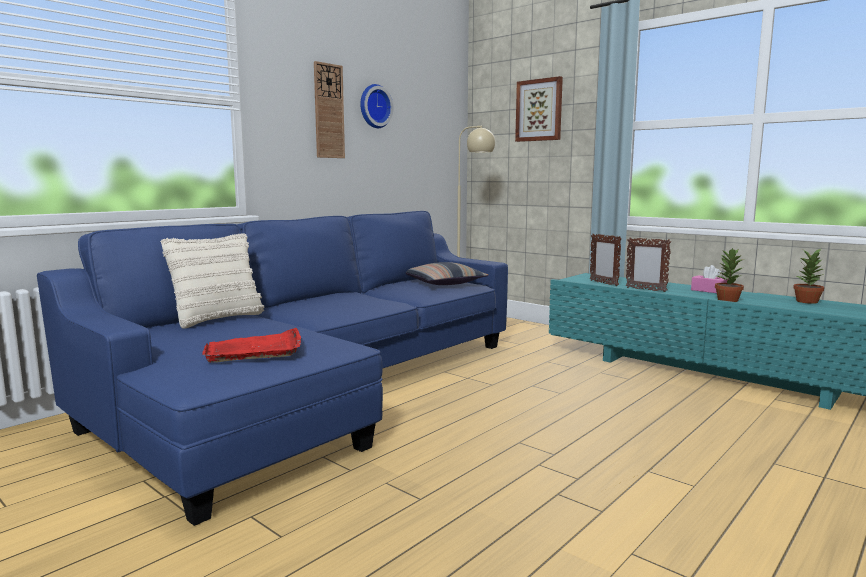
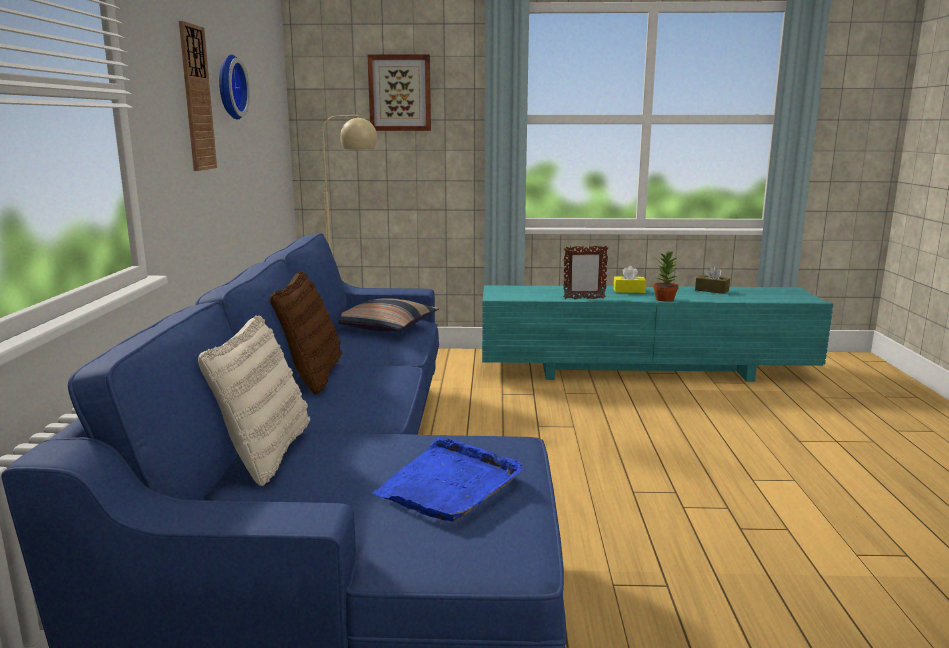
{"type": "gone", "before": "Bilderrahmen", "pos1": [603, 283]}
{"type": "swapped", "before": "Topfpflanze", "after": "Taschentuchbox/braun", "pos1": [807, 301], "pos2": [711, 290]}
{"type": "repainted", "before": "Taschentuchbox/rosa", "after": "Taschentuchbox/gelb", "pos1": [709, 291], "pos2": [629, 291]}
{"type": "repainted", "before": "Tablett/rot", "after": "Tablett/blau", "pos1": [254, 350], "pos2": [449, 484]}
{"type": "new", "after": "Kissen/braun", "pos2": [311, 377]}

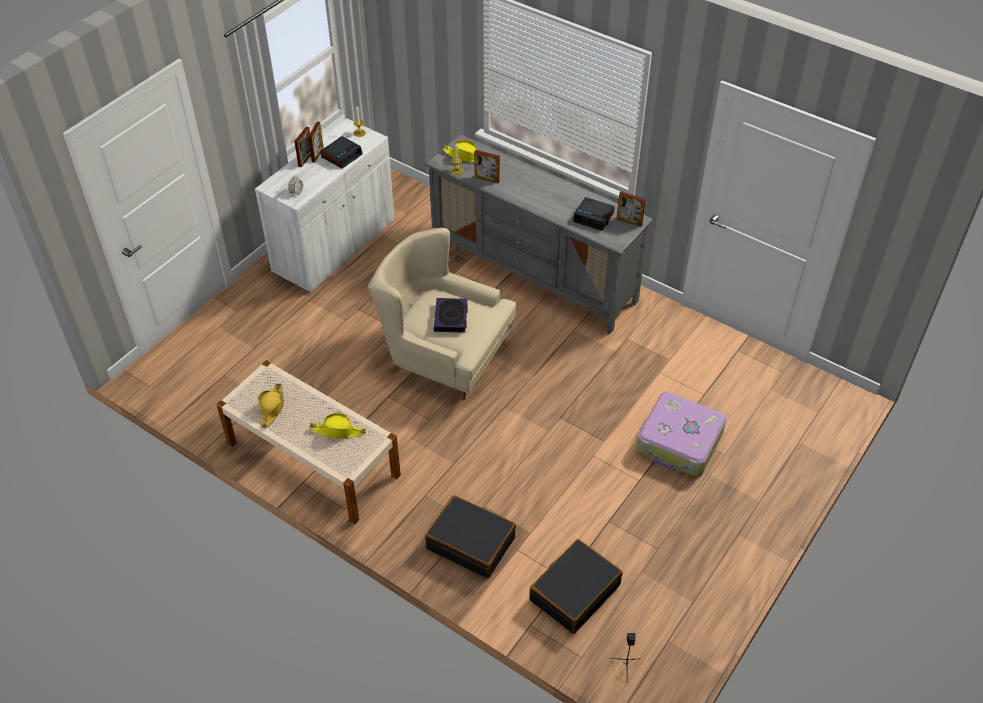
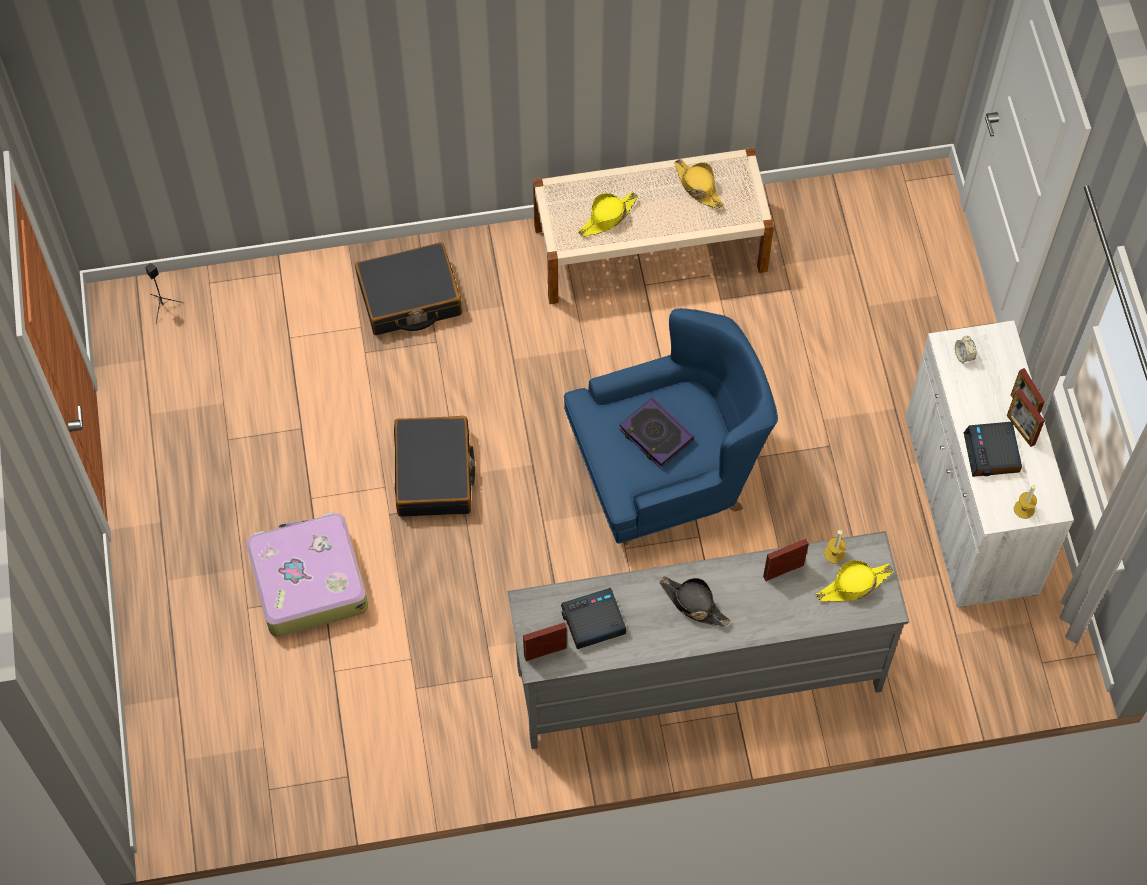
{"type": "repainted", "before": "Sessel/beige", "after": "Sessel/blau", "pos1": [443, 355], "pos2": [667, 471]}
{"type": "shifted", "before": "Koffer/schwarz", "pos1": [574, 592], "pos2": [434, 474]}
{"type": "new", "after": "Hut/schwarz", "pos2": [693, 604]}

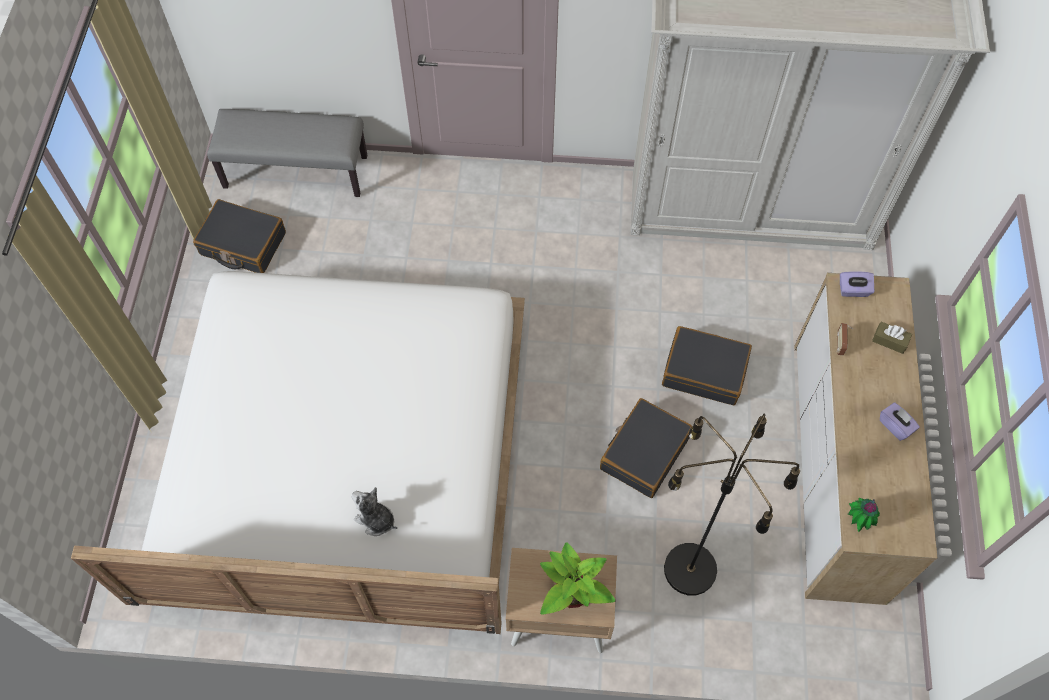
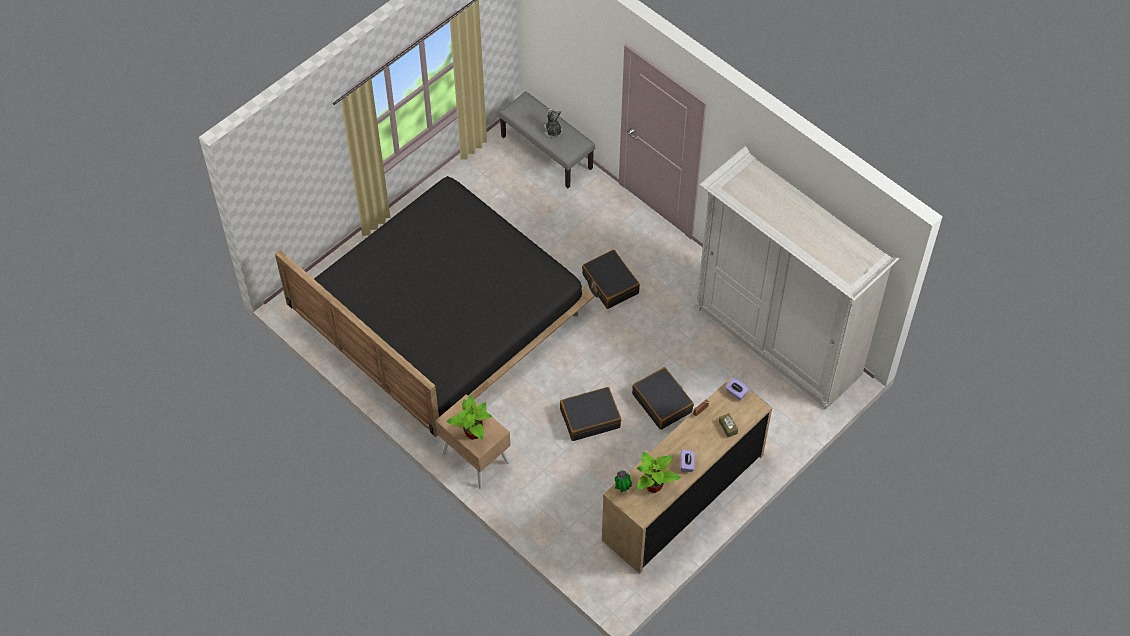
{"type": "shifted", "before": "Koffer/schwarz", "pos1": [243, 244], "pos2": [610, 284]}
{"type": "repainted", "before": "Bett/weiß", "after": "Bett/schwarz", "pos1": [347, 457], "pos2": [443, 315]}
{"type": "gone", "before": "Stehlampe", "pos1": [691, 569]}
{"type": "shifted", "before": "Plüschtier", "pos1": [376, 520], "pos2": [553, 131]}
{"type": "new", "after": "Topfpflanze", "pos2": [654, 485]}

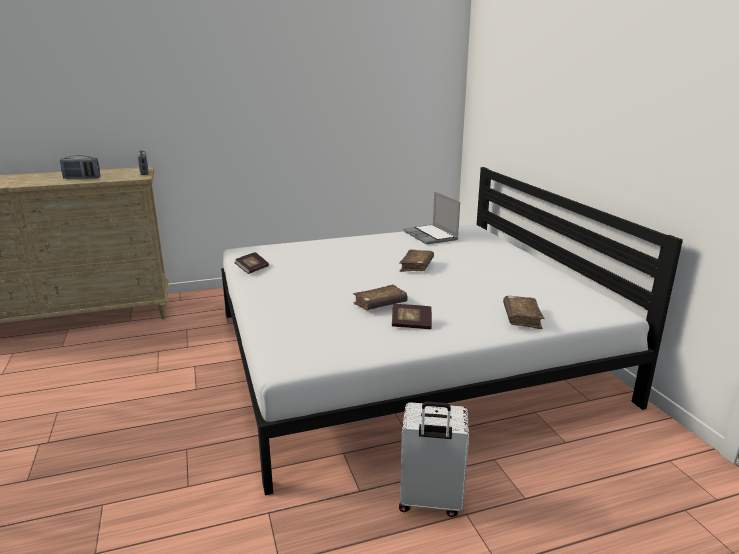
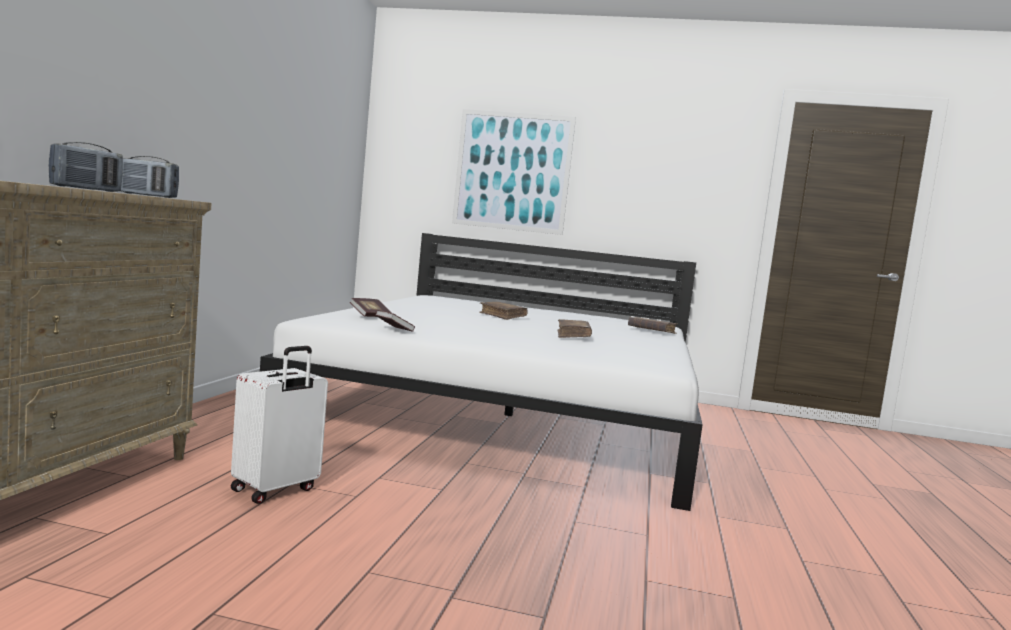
{"type": "gone", "before": "Laptop", "pos1": [431, 236]}
{"type": "shifted", "before": "Buch", "pos1": [411, 324], "pos2": [370, 316]}
{"type": "shifted", "before": "Koffer/weiß", "pos1": [430, 502], "pos2": [275, 490]}
{"type": "new", "after": "Bild", "pos2": [512, 171]}

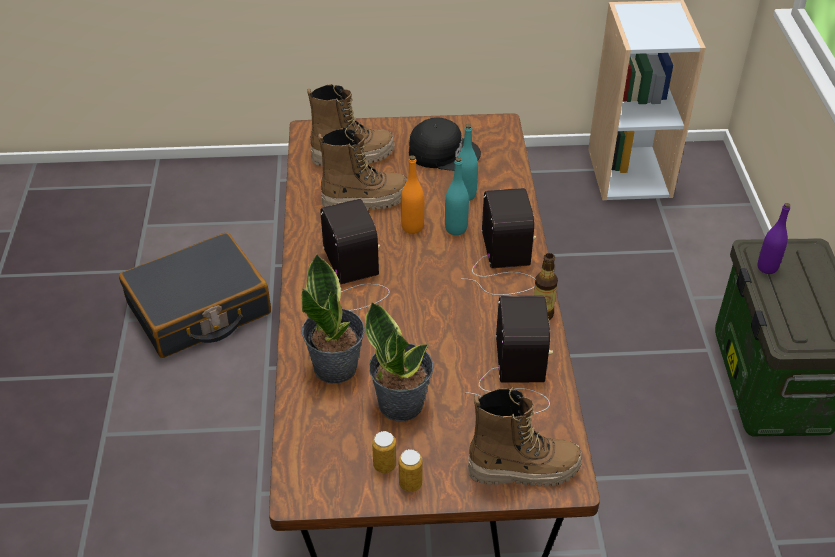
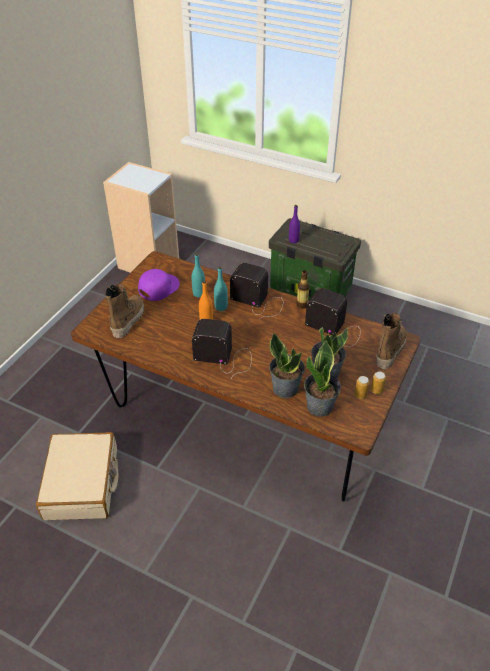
{"type": "repainted", "before": "Kappe/schwarz", "after": "Kappe/lila", "pos1": [443, 152], "pos2": [158, 287]}
{"type": "gone", "before": "Stiefel", "pos1": [365, 200]}
{"type": "repainted", "before": "Koffer/schwarz", "after": "Koffer/beige", "pos1": [199, 309], "pos2": [82, 484]}
{"type": "new", "after": "Topfpflanze", "pos2": [320, 407]}

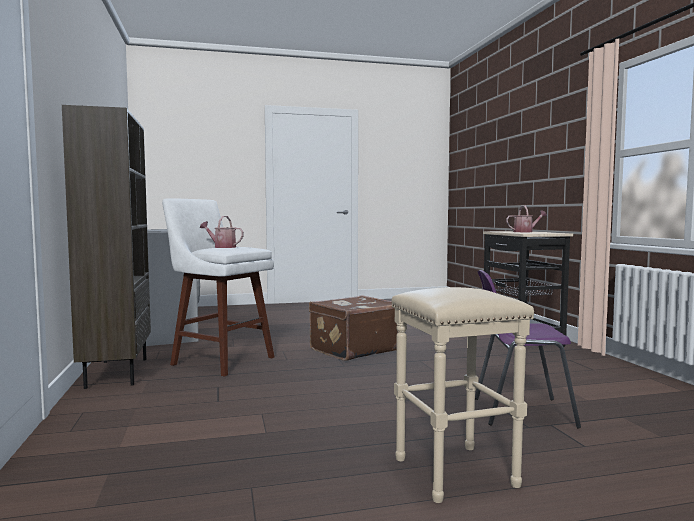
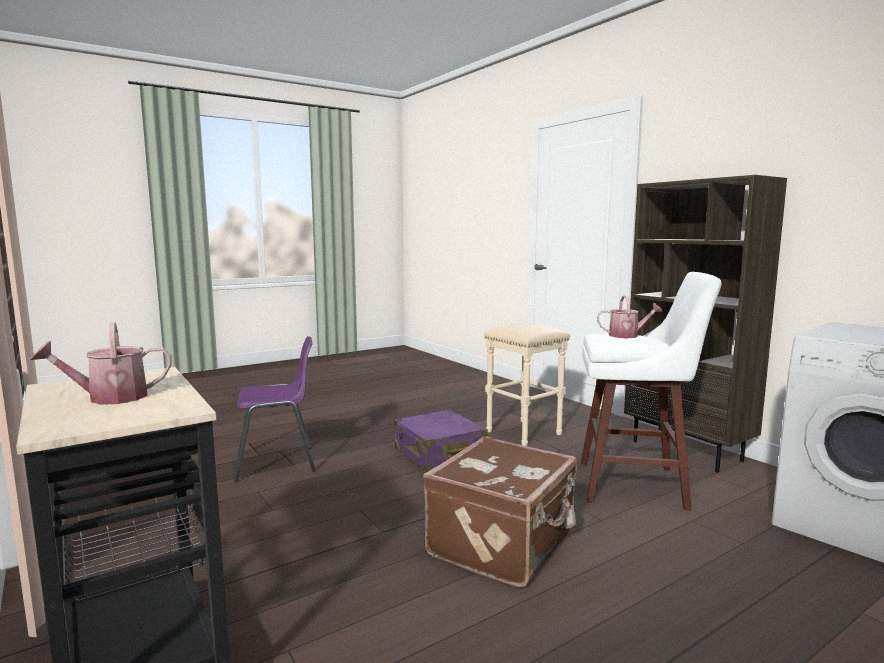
{"type": "shifted", "before": "Hocker/beige", "pos1": [454, 473], "pos2": [523, 432]}
{"type": "new", "after": "Koffer/lila", "pos2": [439, 455]}

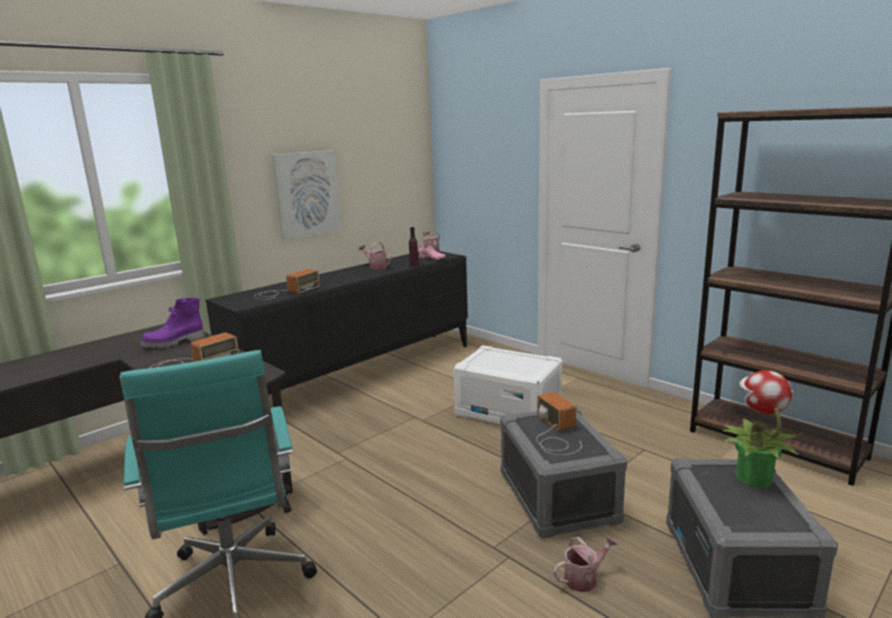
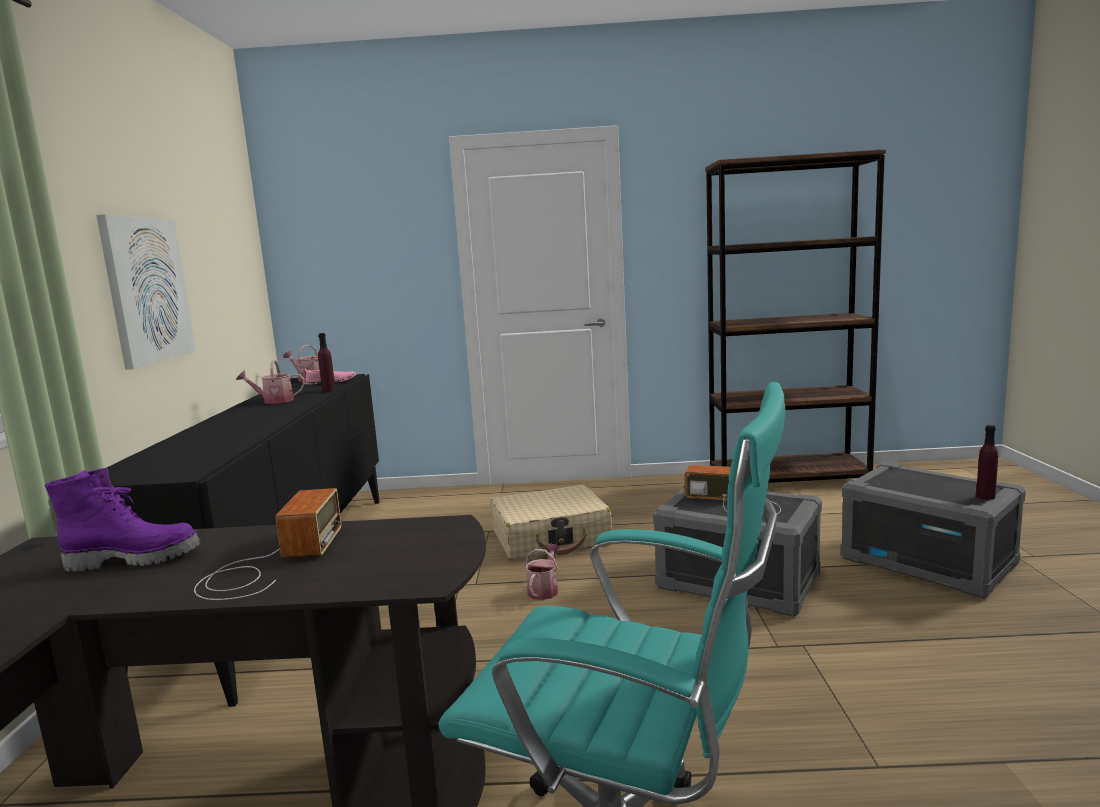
{"type": "gone", "before": "Radio", "pos1": [284, 292]}
{"type": "rotated", "before": "Stiefel/lila", "pos1": [174, 343], "pos2": [135, 559], "turn": -105}
{"type": "swapped", "before": "Aufbewahrungsbox/weiß", "after": "Koffer/beige", "pos1": [509, 411], "pos2": [551, 538]}
{"type": "gone", "before": "Topfpflanze", "pos1": [752, 477]}
{"type": "shifted", "before": "Gießkanne", "pos1": [584, 578], "pos2": [544, 590]}
{"type": "new", "after": "Flasche/lila", "pos2": [985, 497]}

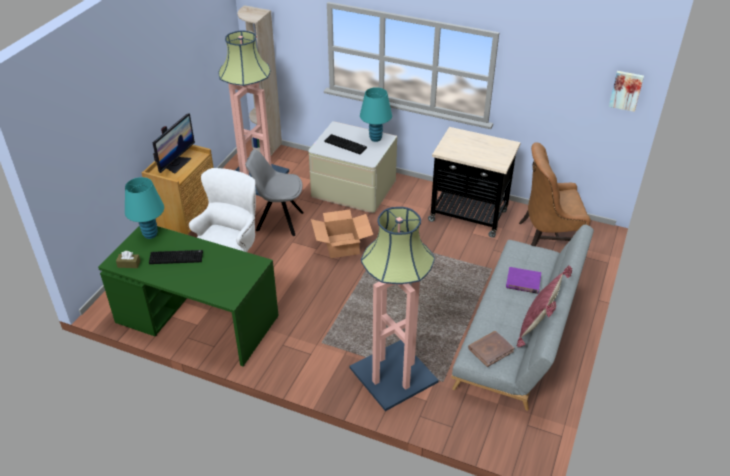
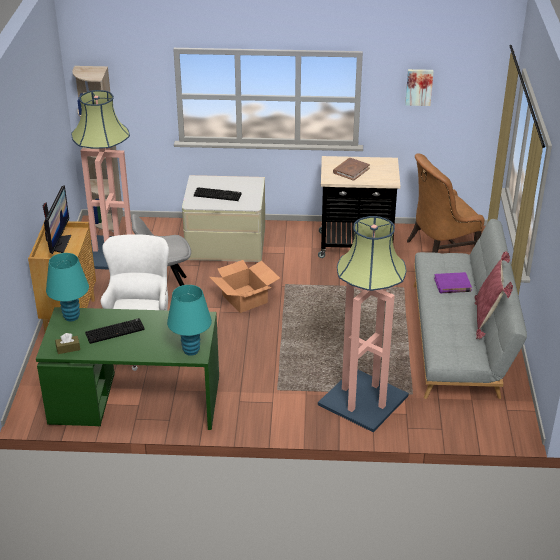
{"type": "shifted", "before": "Bild", "pos1": [626, 90], "pos2": [419, 87]}
{"type": "shifted", "before": "Tischlampe/türkis", "pos1": [375, 138], "pos2": [191, 350]}
{"type": "shifted", "before": "Buch/braun", "pos1": [490, 350], "pos2": [351, 170]}

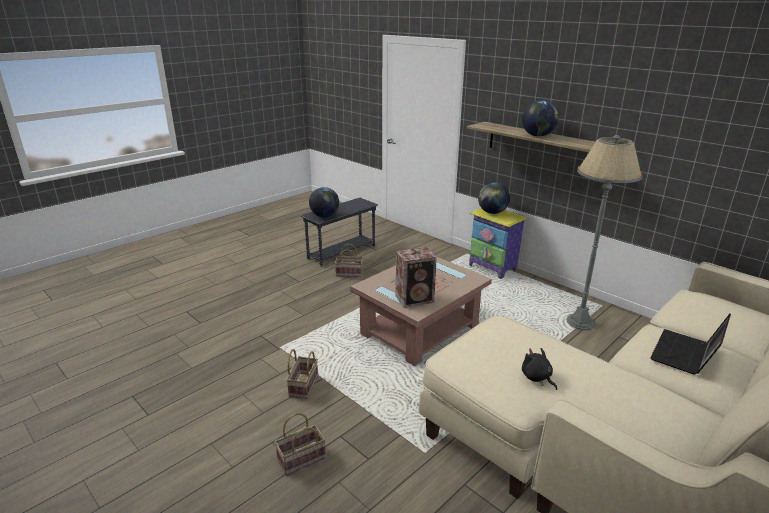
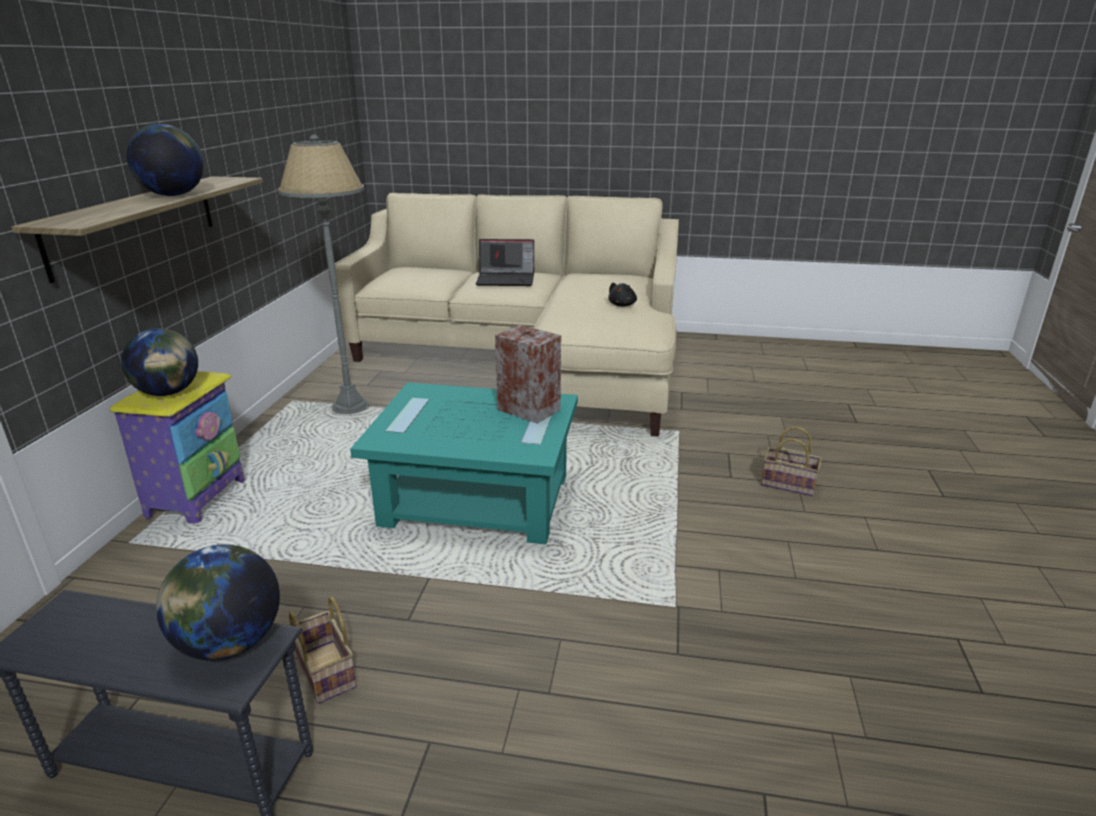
{"type": "repainted", "before": "Couchtisch/braun", "after": "Couchtisch/türkis", "pos1": [420, 329], "pos2": [477, 500]}
{"type": "gone", "before": "Korb", "pos1": [303, 385]}

